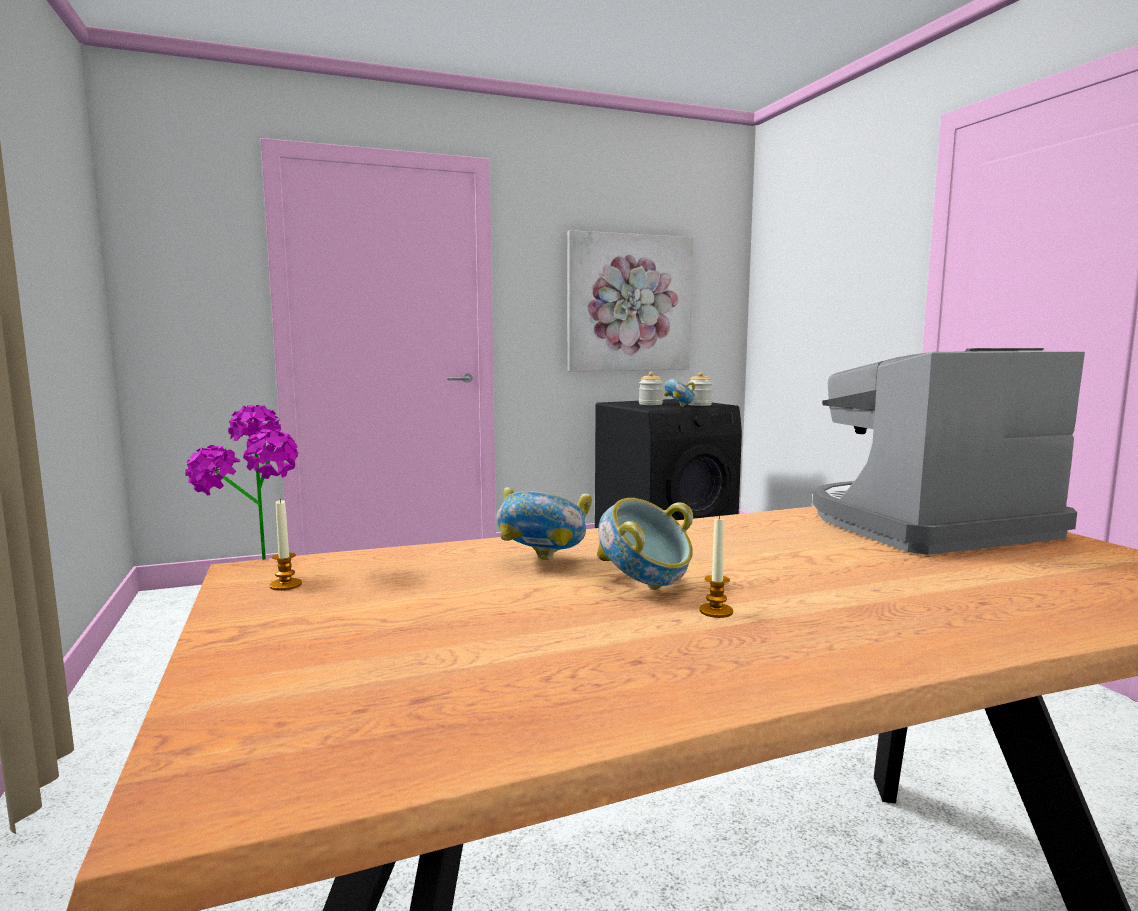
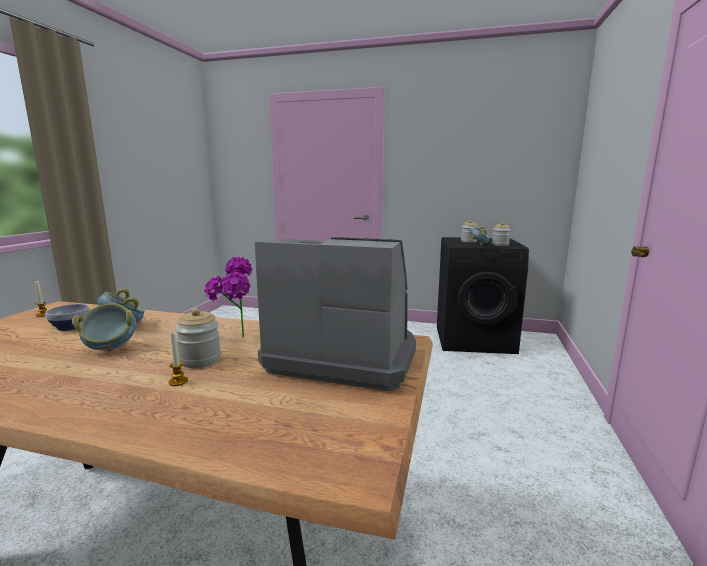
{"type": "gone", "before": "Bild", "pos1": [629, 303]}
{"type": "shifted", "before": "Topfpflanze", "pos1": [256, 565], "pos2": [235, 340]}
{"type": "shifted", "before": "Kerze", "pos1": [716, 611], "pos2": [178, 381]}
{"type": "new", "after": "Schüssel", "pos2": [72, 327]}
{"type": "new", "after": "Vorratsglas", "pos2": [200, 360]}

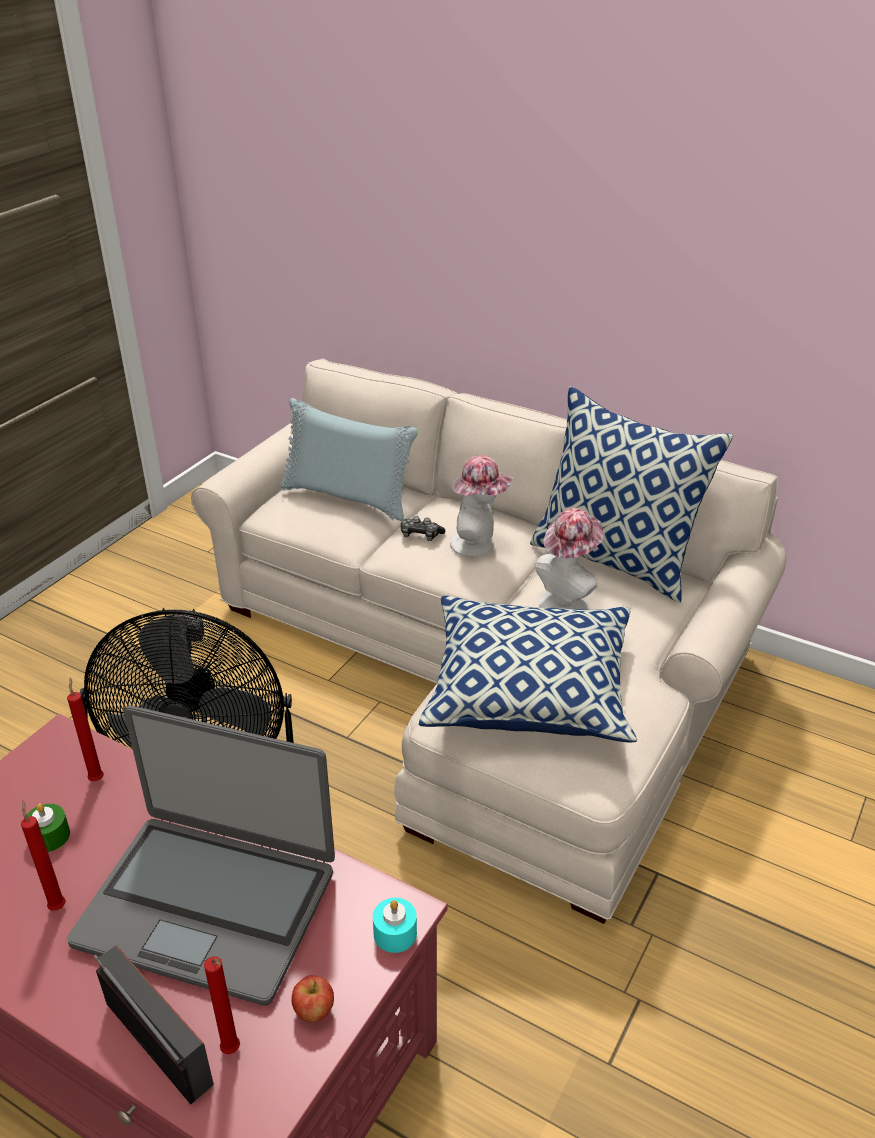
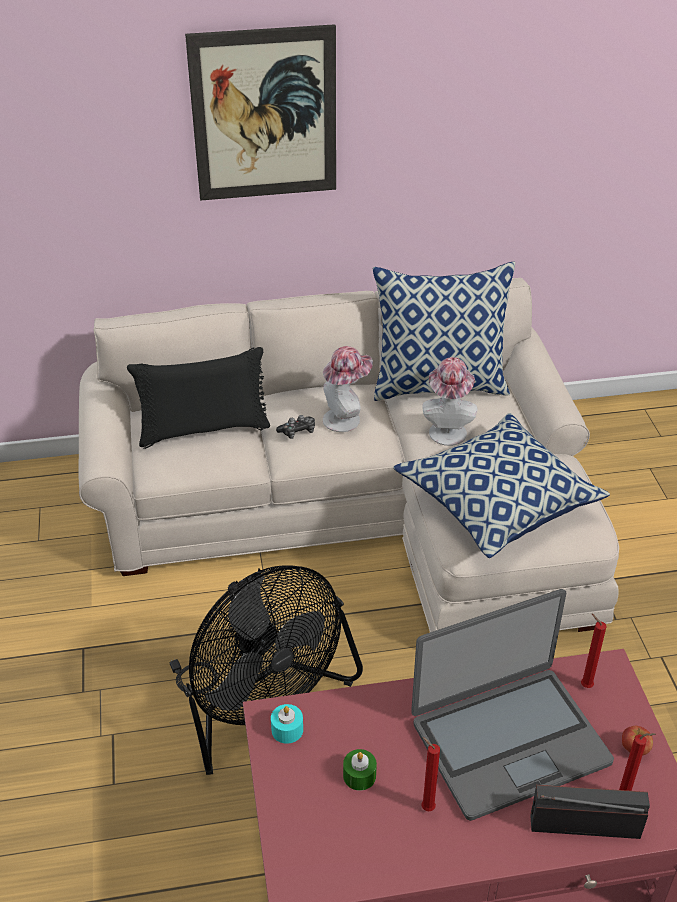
{"type": "repainted", "before": "Kissen/blau", "after": "Kissen/schwarz", "pos1": [348, 497], "pos2": [204, 429]}
{"type": "shifted", "before": "Kerze/rot", "pos1": [97, 778], "pos2": [584, 685]}
{"type": "shifted", "before": "Kerze/türkis", "pos1": [395, 933], "pos2": [287, 730]}
{"type": "new", "after": "Bild", "pos2": [264, 115]}

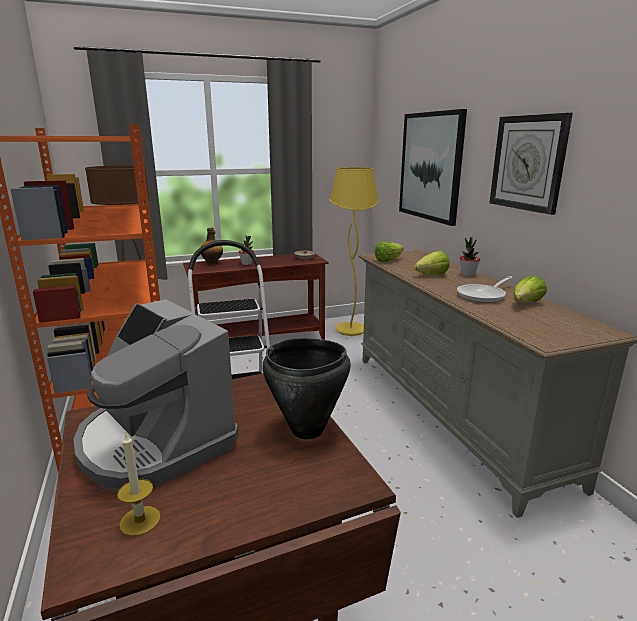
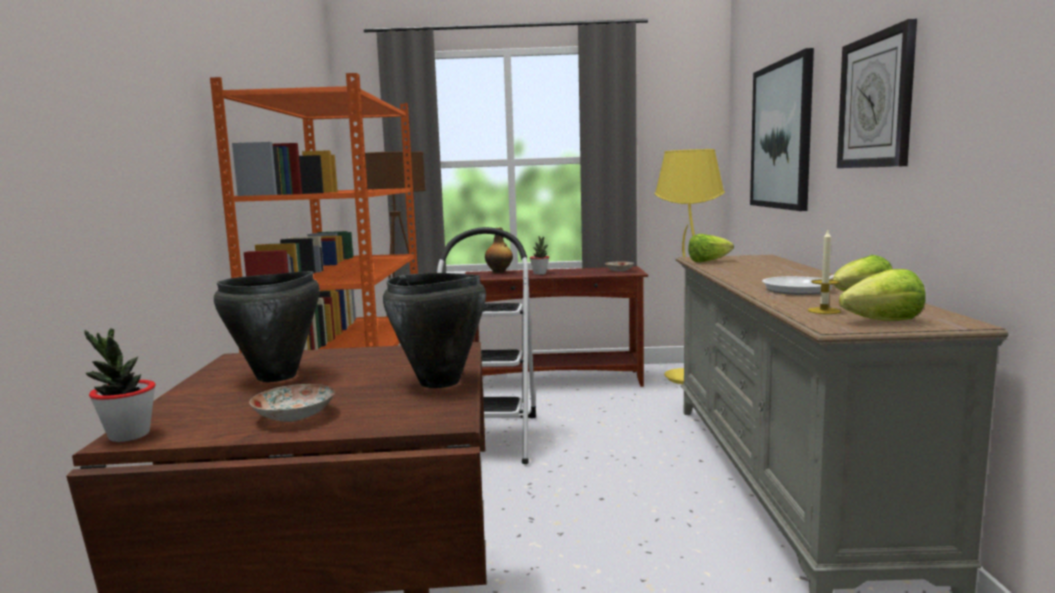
{"type": "shifted", "before": "Topfpflanze", "pos1": [468, 274], "pos2": [129, 435]}
{"type": "shifted", "before": "Salatkopf", "pos1": [432, 275], "pos2": [884, 321]}
{"type": "swapped", "before": "Kaffeemaschine", "after": "Kochtopf/schwarz", "pos1": [155, 441], "pos2": [277, 376]}
{"type": "shifted", "before": "Kerze", "pos1": [140, 520], "pos2": [824, 311]}
{"type": "new", "after": "Teller", "pos2": [295, 416]}

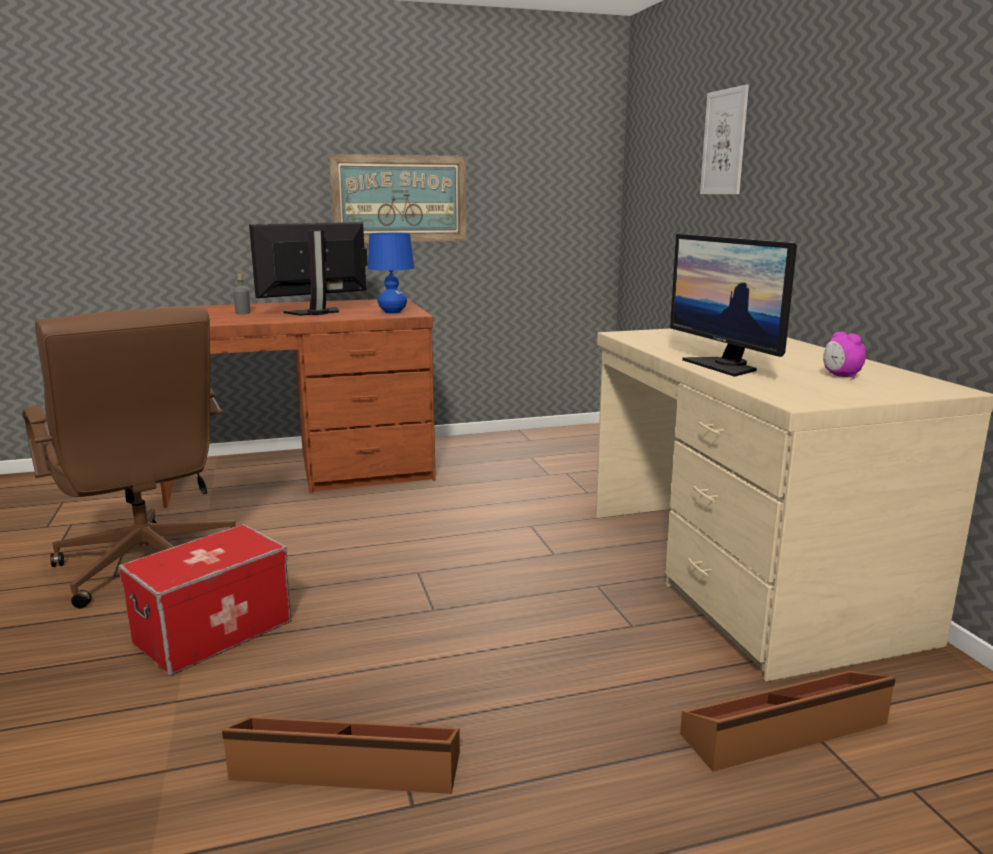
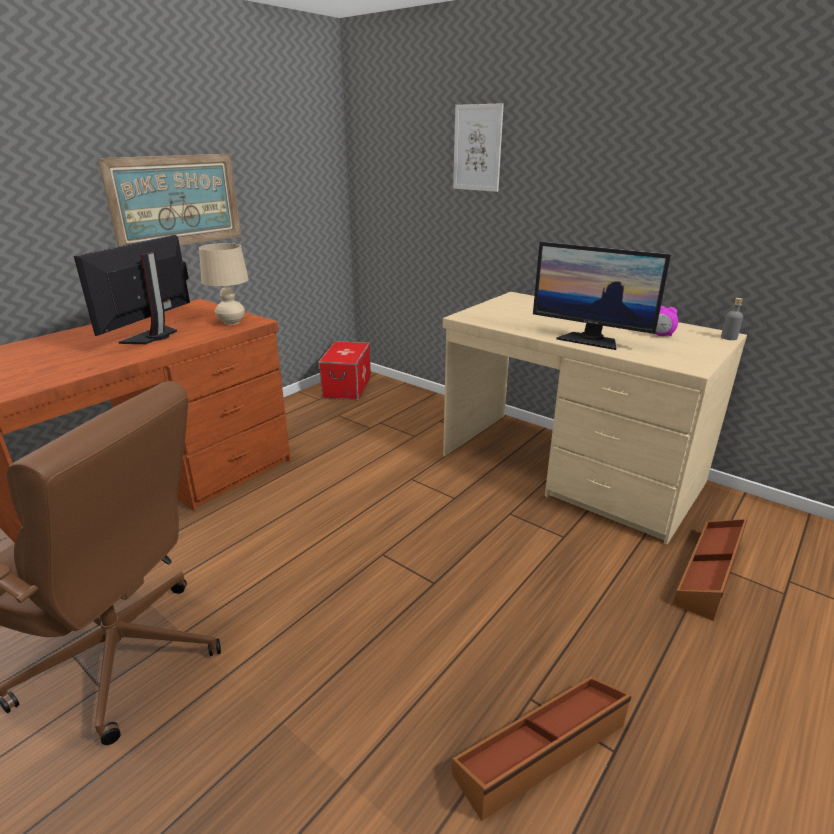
{"type": "repainted", "before": "Tischlampe/blau", "after": "Tischlampe/beige", "pos1": [392, 312], "pos2": [231, 322]}
{"type": "shifted", "before": "Flasche/grau", "pos1": [243, 313], "pos2": [728, 338]}
{"type": "shifted", "before": "Aufbewahrungsbox", "pos1": [213, 631], "pos2": [346, 387]}

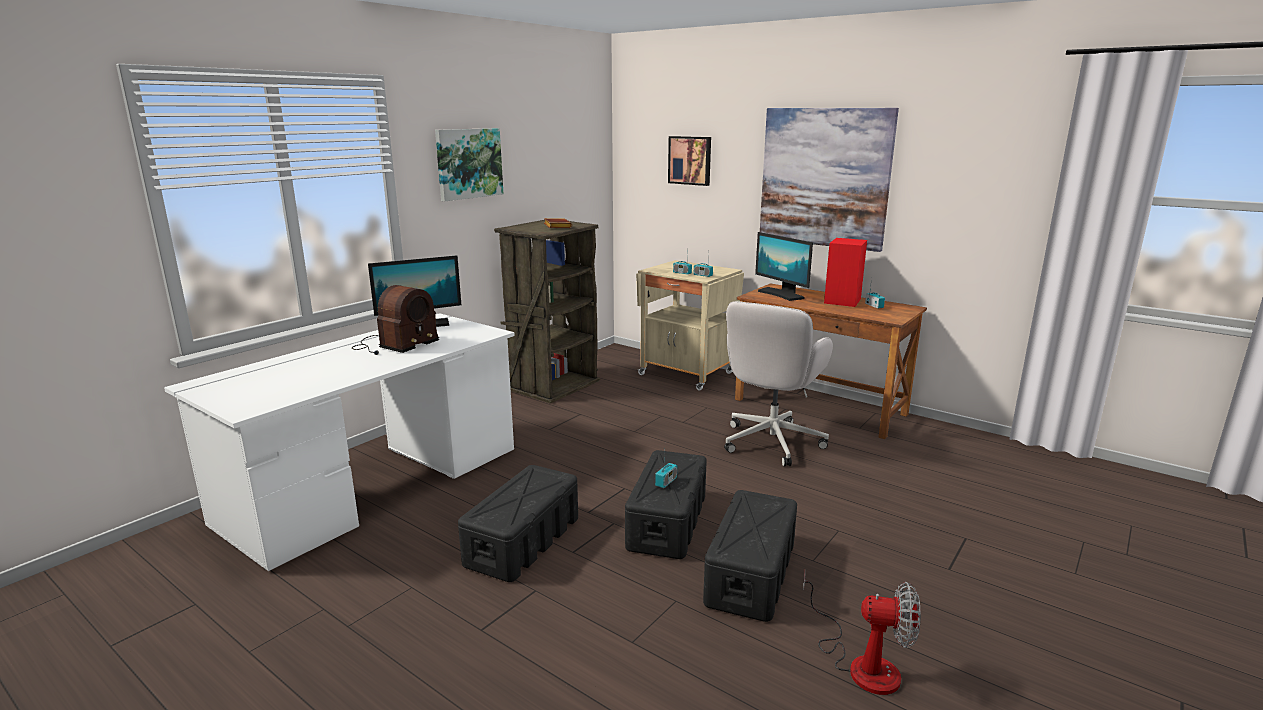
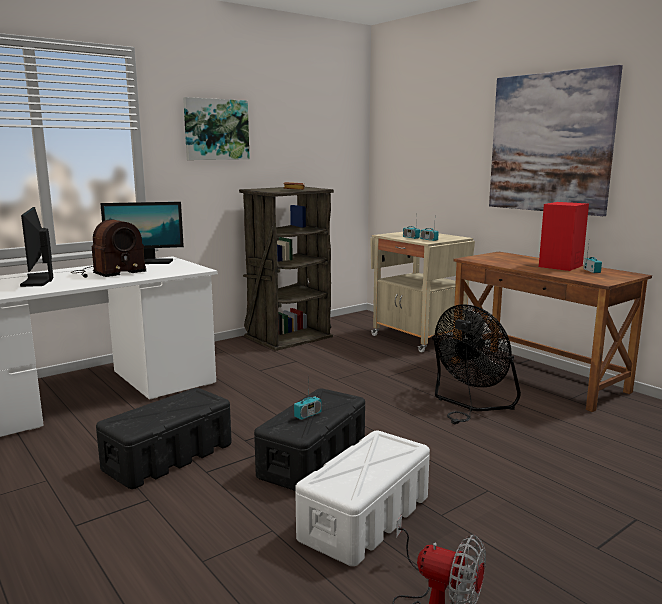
{"type": "gone", "before": "Bild", "pos1": [690, 160]}
{"type": "shifted", "before": "Monitor", "pos1": [781, 294], "pos2": [38, 280]}
{"type": "swapped", "before": "Bürostuhl/weiß", "after": "Ventilator/schwarz", "pos1": [771, 442], "pos2": [465, 402]}
{"type": "repainted", "before": "Aufbewahrungsbox/schwarz", "after": "Aufbewahrungsbox/weiß", "pos1": [750, 575], "pos2": [365, 518]}

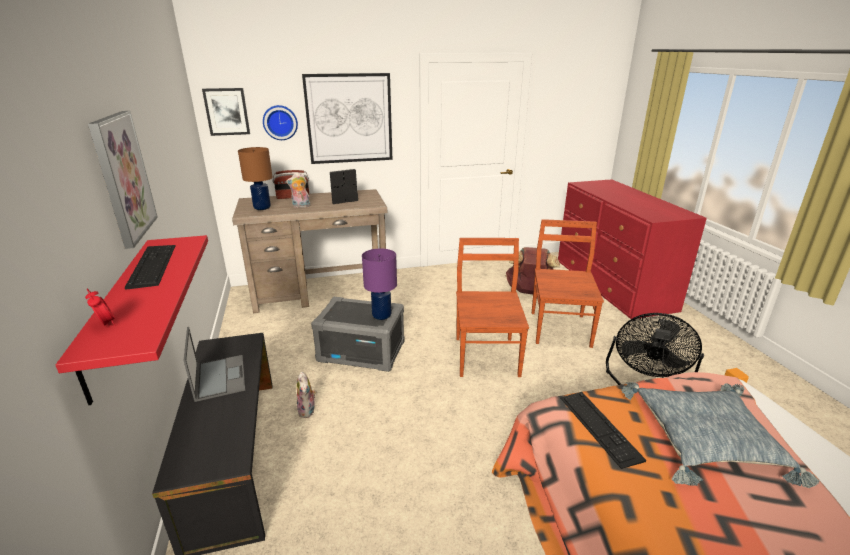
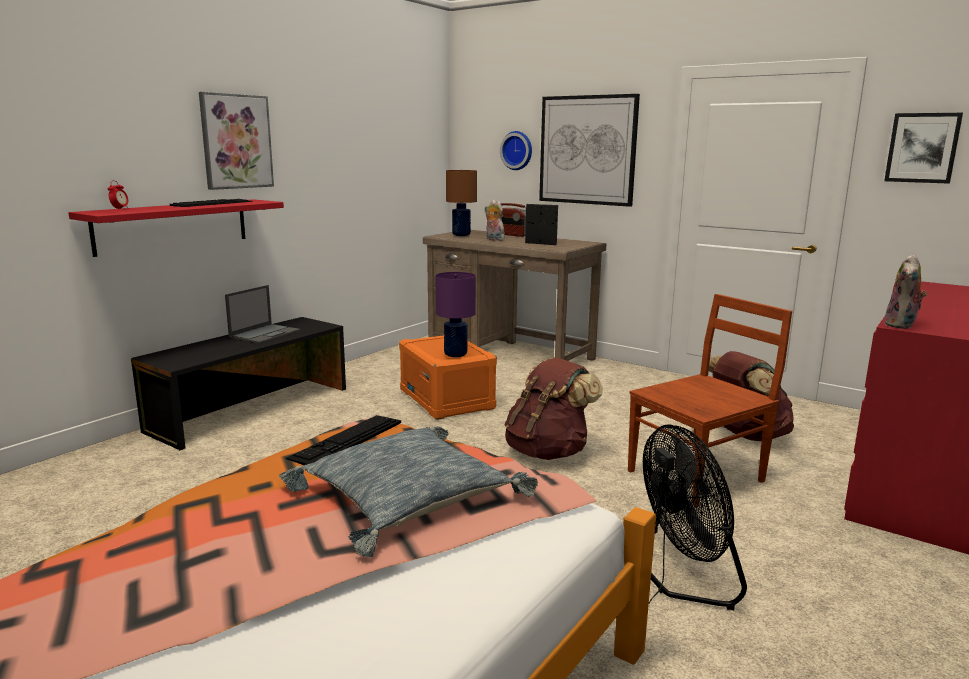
{"type": "shifted", "before": "Bild", "pos1": [227, 111], "pos2": [922, 148]}
{"type": "swapped", "before": "Stuhl/braun", "after": "Rucksack/braun", "pos1": [486, 355], "pos2": [548, 452]}
{"type": "repainted", "before": "Aufbewahrungsbox/grau", "after": "Aufbewahrungsbox/orange", "pos1": [362, 351], "pos2": [447, 400]}
{"type": "shifted", "before": "Plüschtier", "pos1": [308, 411], "pos2": [902, 325]}

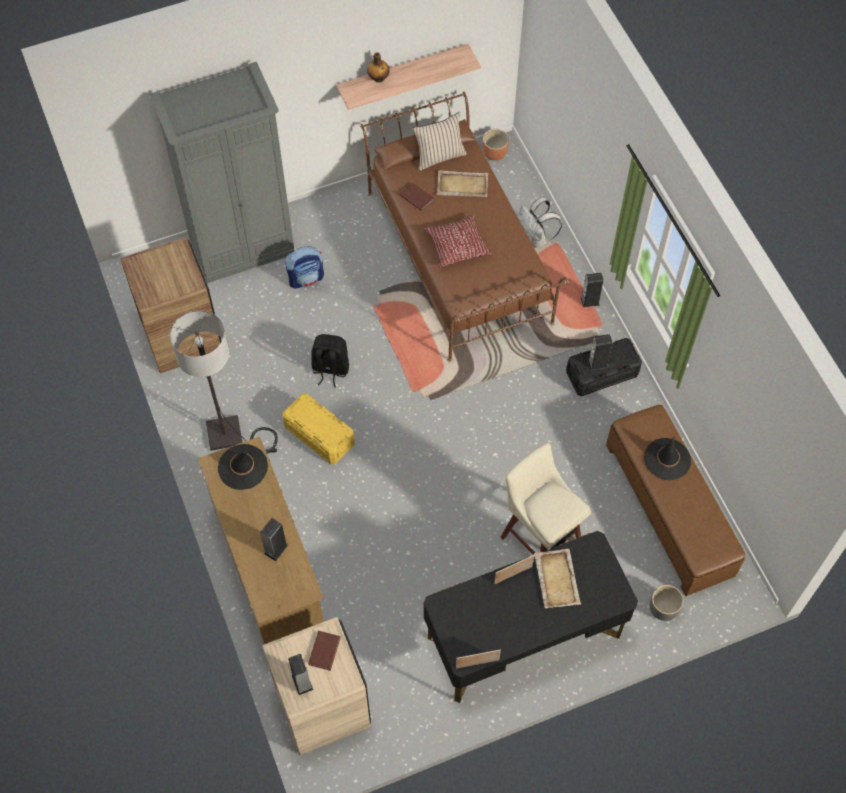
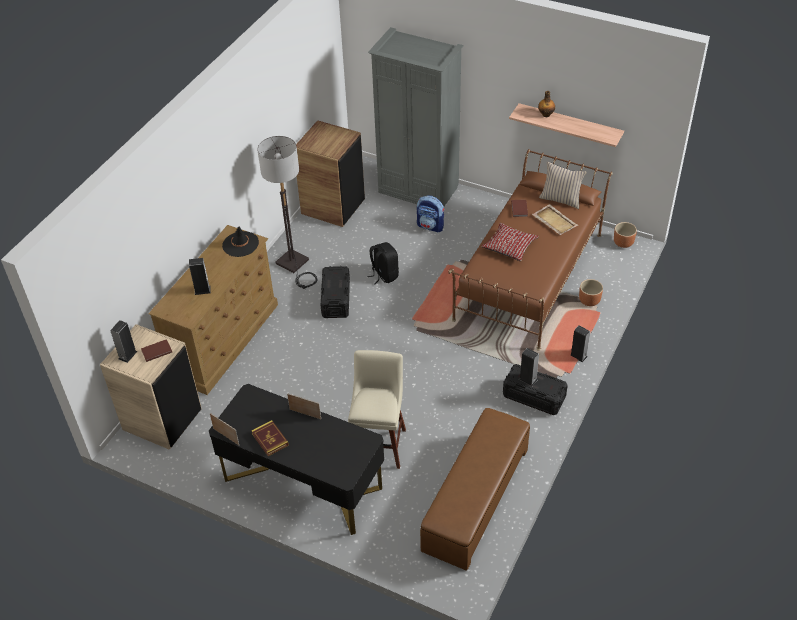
{"type": "swapped", "before": "Rucksack/weiß", "after": "Pflanzkübel/braun", "pos1": [536, 239], "pos2": [589, 301]}
{"type": "repainted", "before": "Aufbewahrungsbox/gelb", "after": "Aufbewahrungsbox/schwarz", "pos1": [319, 435], "pos2": [336, 299]}
{"type": "gone", "before": "Hut/schwarz", "pos1": [667, 459]}
{"type": "gone", "before": "Tablett/beige", "pos1": [557, 579]}
{"type": "gone", "before": "Pflanzkübel/grau", "pos1": [663, 609]}
{"type": "new", "after": "Buch", "pos2": [270, 439]}

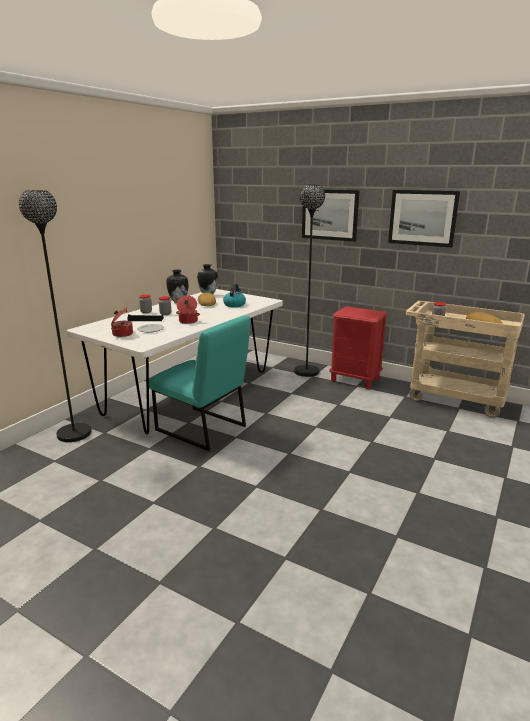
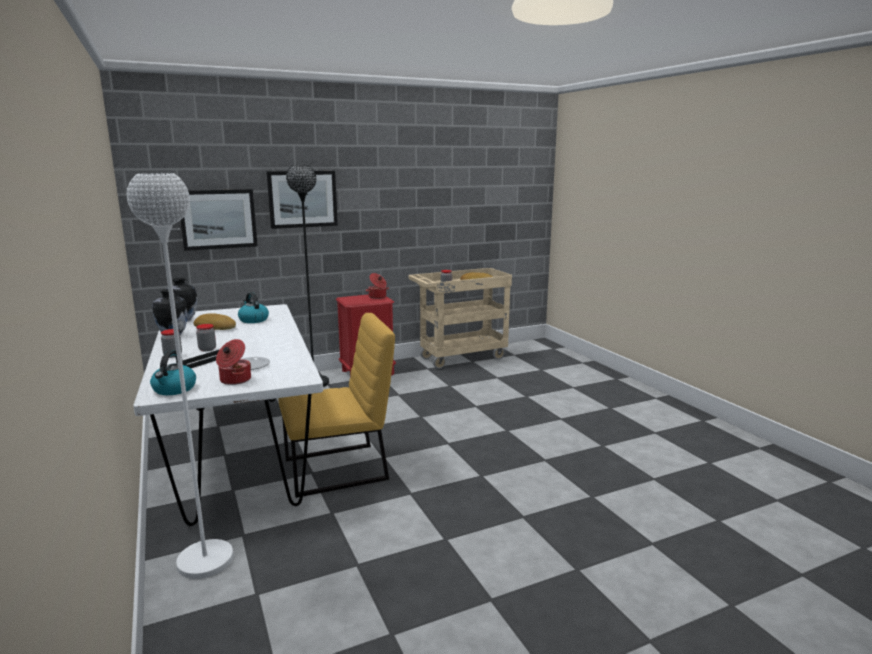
{"type": "repainted", "before": "Stehlampe/schwarz", "after": "Stehlampe/weiß", "pos1": [74, 434], "pos2": [206, 560]}
{"type": "shifted", "before": "Bild", "pos1": [422, 218], "pos2": [218, 219]}
{"type": "shifted", "before": "Kochtopf", "pos1": [188, 321], "pos2": [377, 297]}
{"type": "repainted", "before": "Stuhl/türkis", "after": "Stuhl/gelb", "pos1": [202, 429], "pos2": [339, 469]}
{"type": "new", "after": "Wasserkessel", "pos2": [174, 389]}

